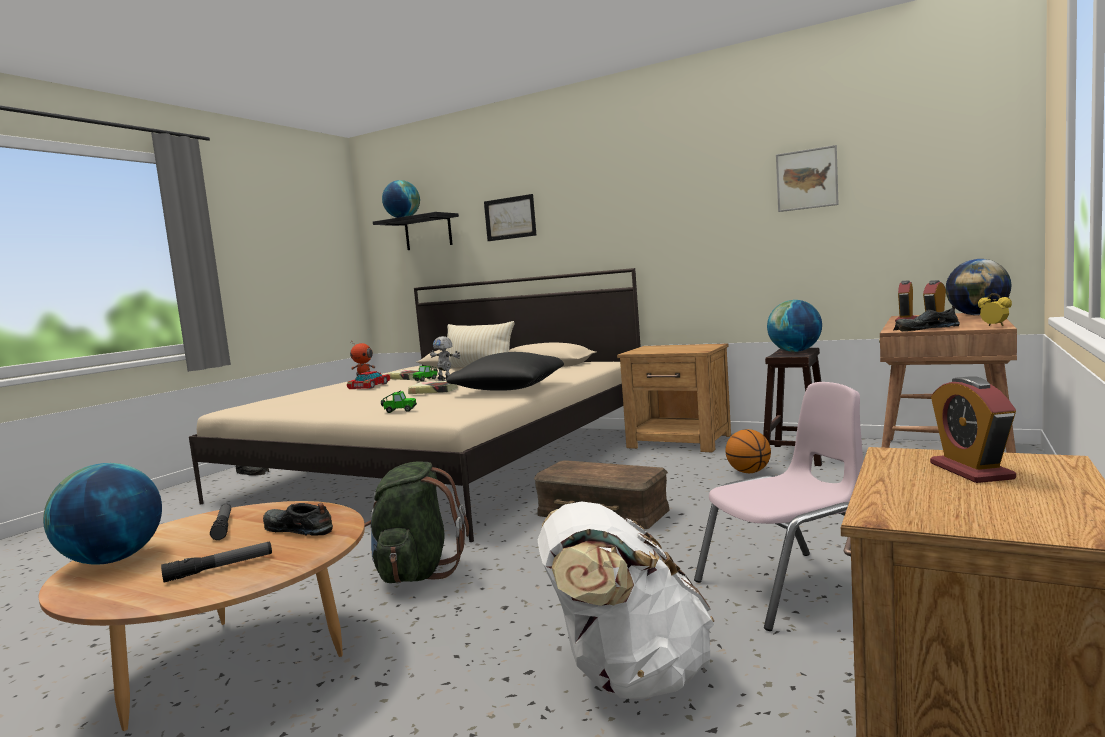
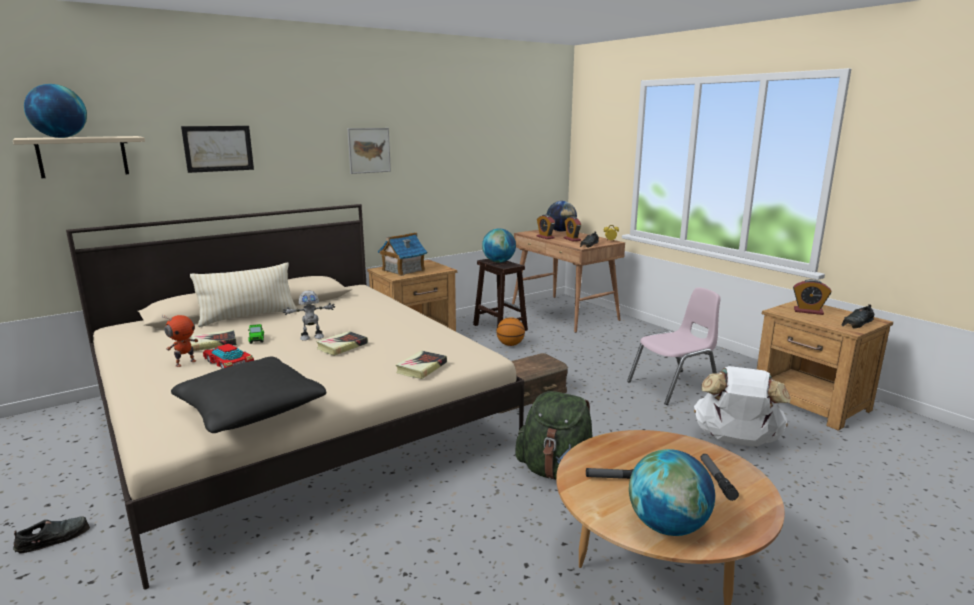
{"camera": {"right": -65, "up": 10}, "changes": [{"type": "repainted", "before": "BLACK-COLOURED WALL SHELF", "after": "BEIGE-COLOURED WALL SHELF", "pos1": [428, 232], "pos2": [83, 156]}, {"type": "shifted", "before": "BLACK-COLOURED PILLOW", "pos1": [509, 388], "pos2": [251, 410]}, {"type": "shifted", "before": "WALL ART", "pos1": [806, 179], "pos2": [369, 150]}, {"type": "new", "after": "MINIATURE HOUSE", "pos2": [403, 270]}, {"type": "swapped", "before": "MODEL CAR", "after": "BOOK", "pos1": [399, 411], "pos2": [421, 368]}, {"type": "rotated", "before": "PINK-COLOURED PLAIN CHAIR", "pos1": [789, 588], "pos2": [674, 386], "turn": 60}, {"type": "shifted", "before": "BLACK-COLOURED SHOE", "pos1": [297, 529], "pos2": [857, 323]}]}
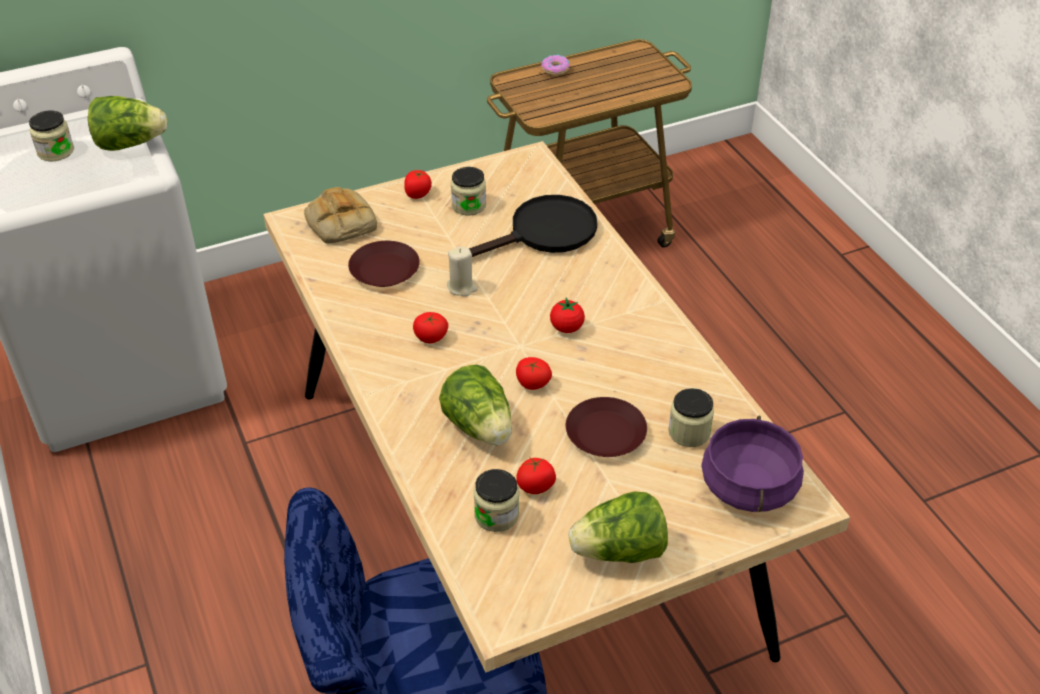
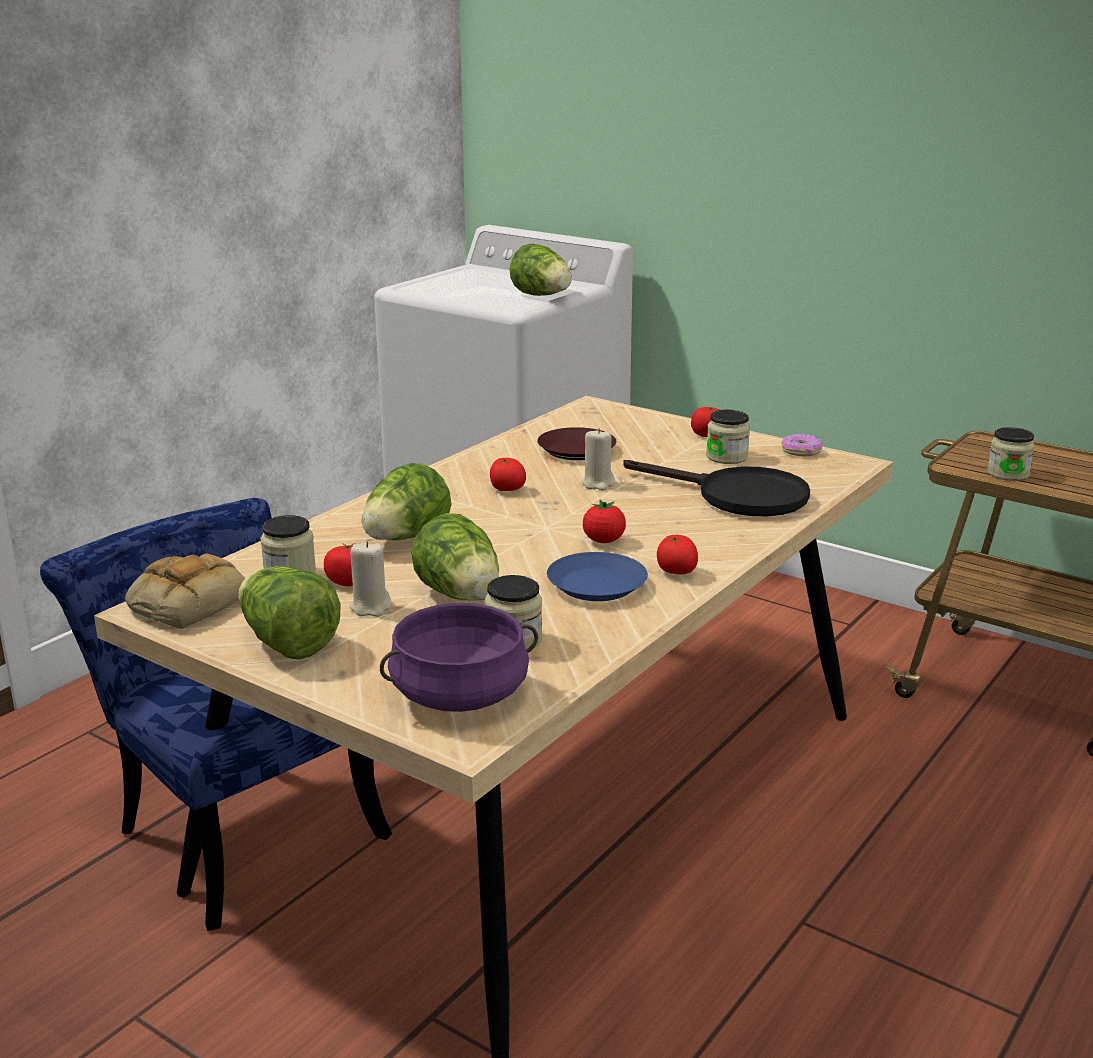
{"camera": {"right": 60, "up": -20}, "changes": [{"type": "shifted", "before": "BAKERY BREAD", "pos1": [339, 222], "pos2": [188, 602]}, {"type": "new", "after": "BEIGE-COLOURED WAX CANDLE", "pos2": [371, 607]}, {"type": "swapped", "before": "BROWN-COLOURED DINNER PLATE", "after": "LETTUCE HEAD", "pos1": [605, 433], "pos2": [461, 596]}, {"type": "new", "after": "BLUE-COLOURED DINNER PLATE", "pos2": [596, 585]}, {"type": "shifted", "before": "TOMATO", "pos1": [532, 383], "pos2": [676, 571]}, {"type": "shifted", "before": "RING DOUGHNUT", "pos1": [555, 69], "pos2": [801, 451]}, {"type": "shifted", "before": "STORAGE JAR", "pos1": [56, 151], "pos2": [1008, 474]}]}
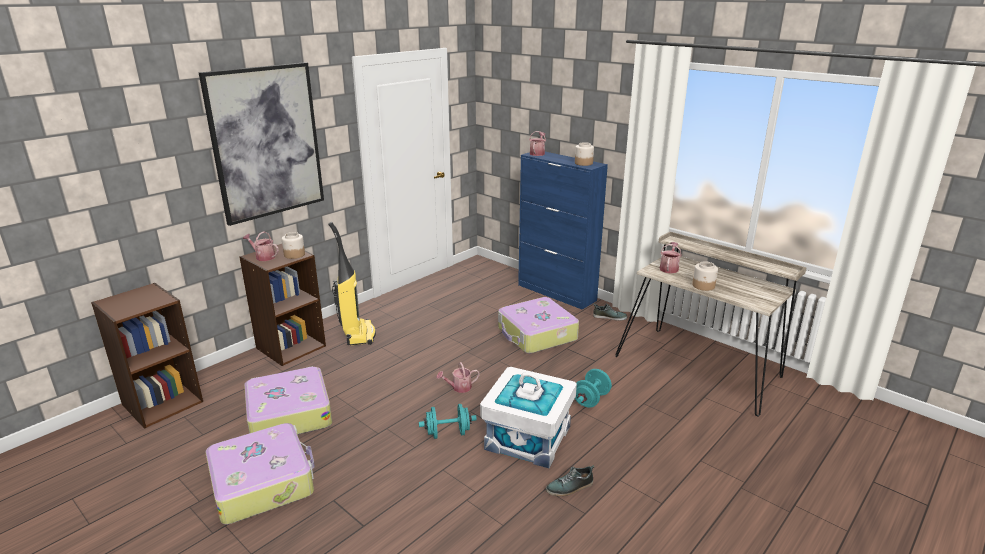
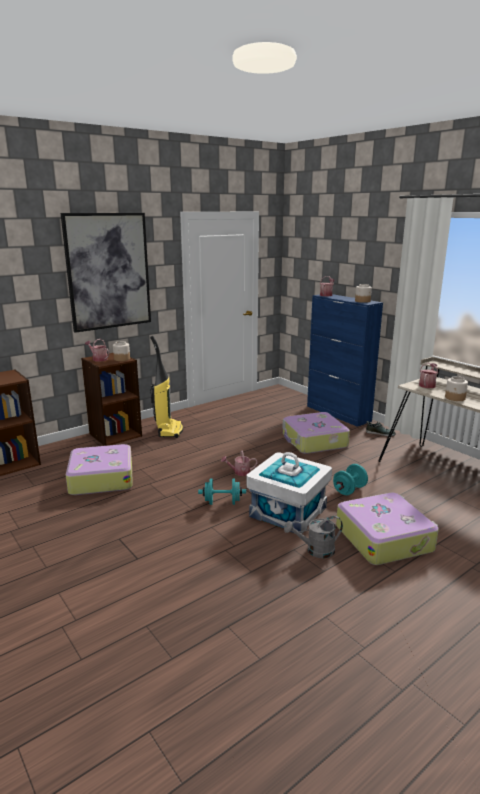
{"camera": {"right": 10, "up": -5}, "changes": [{"type": "swapped", "before": "SHOE", "after": "GRAY WATERING CAN", "pos1": [570, 487], "pos2": [315, 551]}, {"type": "shifted", "before": "SUITCASE", "pos1": [263, 482], "pos2": [384, 538]}]}
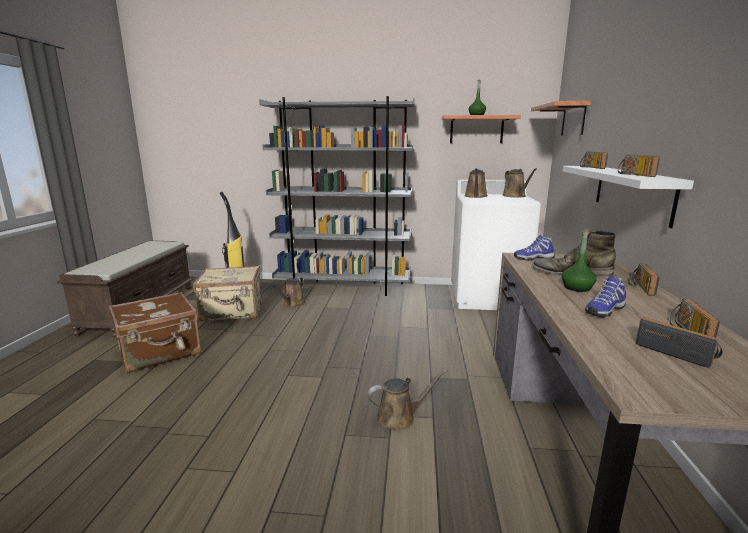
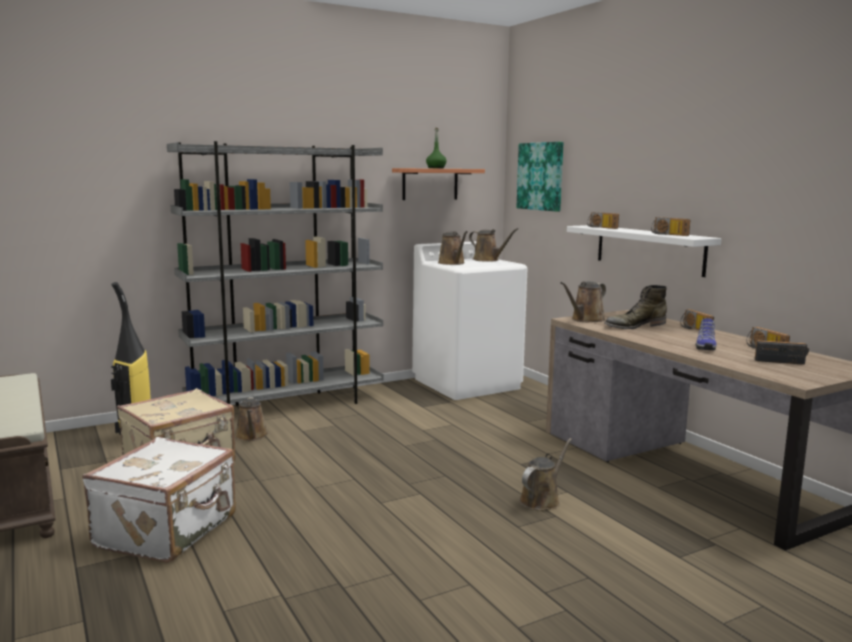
{"camera": {"right": -35, "up": -5}, "changes": [{"type": "repainted", "before": "BROWN-COLOURED SUITCASE", "after": "WHITE SUITCASE", "pos1": [160, 353], "pos2": [169, 531]}, {"type": "swapped", "before": "WALL SHELF", "after": "WALL ART", "pos1": [573, 119], "pos2": [541, 176]}, {"type": "swapped", "before": "SHOE", "after": "BROWN-COLOURED WATERING CAN", "pos1": [533, 258], "pos2": [586, 320]}, {"type": "gone", "before": "GREENISH BOTTLE", "pos1": [577, 288]}]}
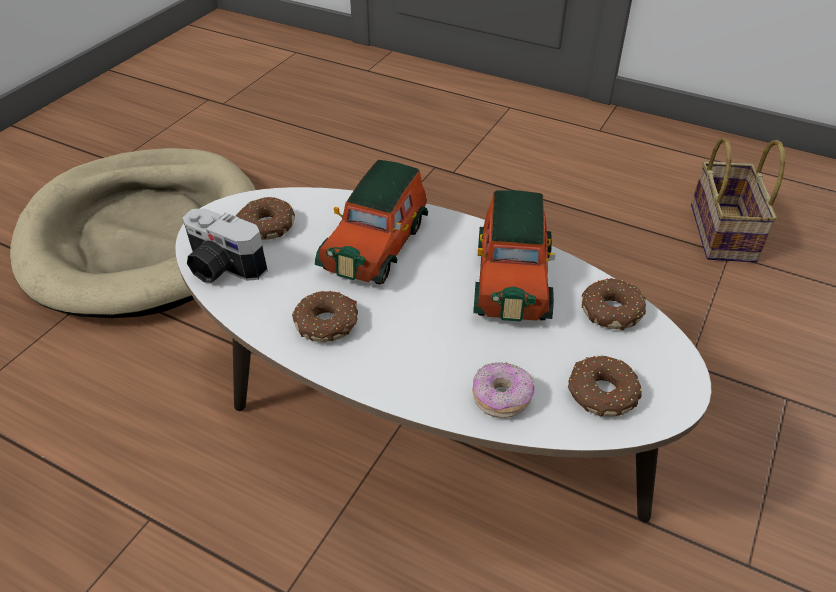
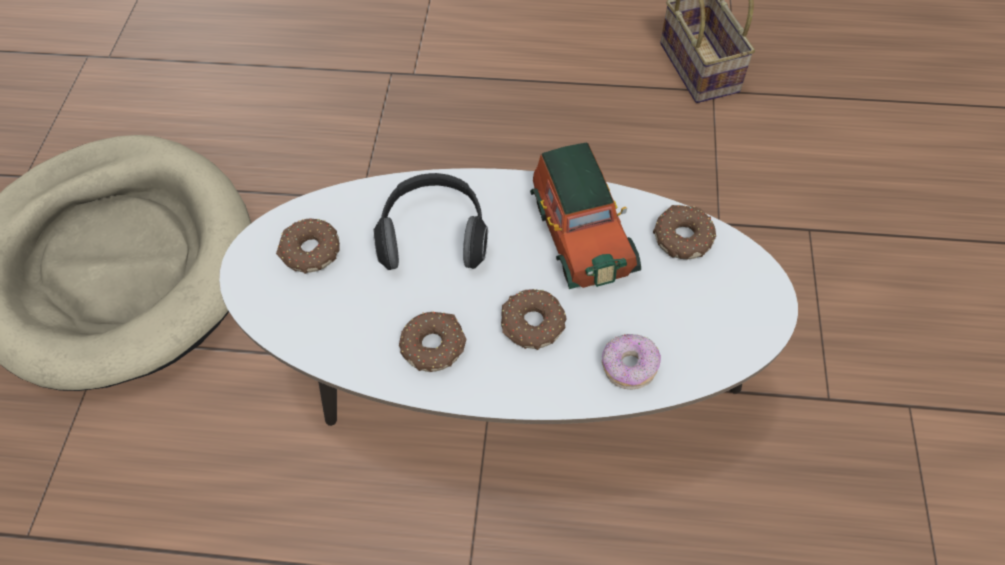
{"camera": {"right": -20, "up": 15}, "changes": [{"type": "swapped", "before": "MODEL CAR", "after": "HEADSET", "pos1": [377, 244], "pos2": [434, 235]}, {"type": "shifted", "before": "RING DOUGHNUT", "pos1": [600, 393], "pos2": [531, 324]}, {"type": "gone", "before": "STILL CAMERA", "pos1": [221, 268]}]}
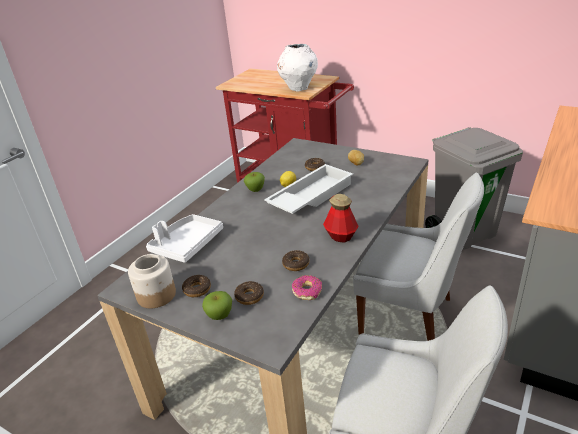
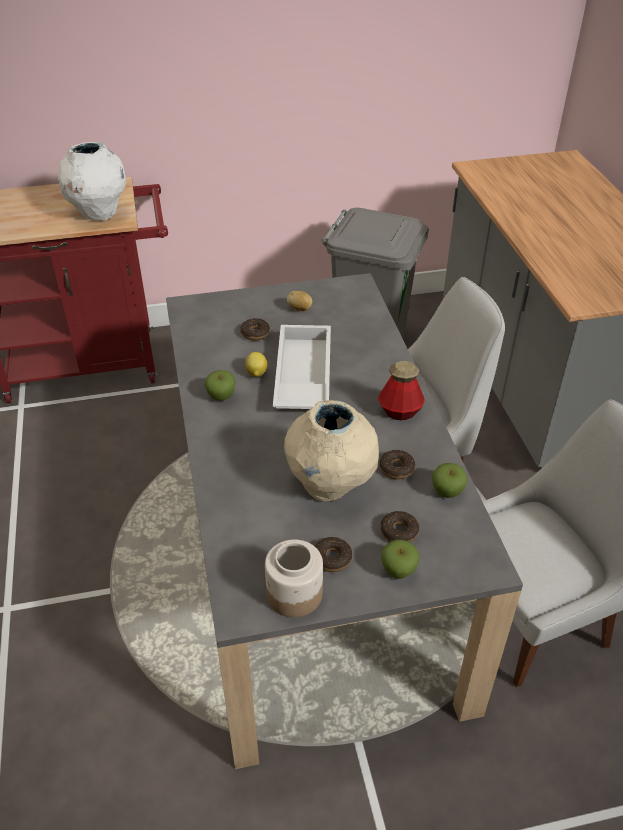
{"camera": {"right": -45, "up": 10}, "changes": [{"type": "new", "after": "BEIGE-COLOURED DECORATIVE VASE", "pos2": [330, 486]}, {"type": "swapped", "before": "RING DOUGHNUT", "after": "WHOLE APPLE", "pos1": [307, 291], "pos2": [447, 492]}, {"type": "gone", "before": "WHITE TRAY", "pos1": [187, 245]}]}
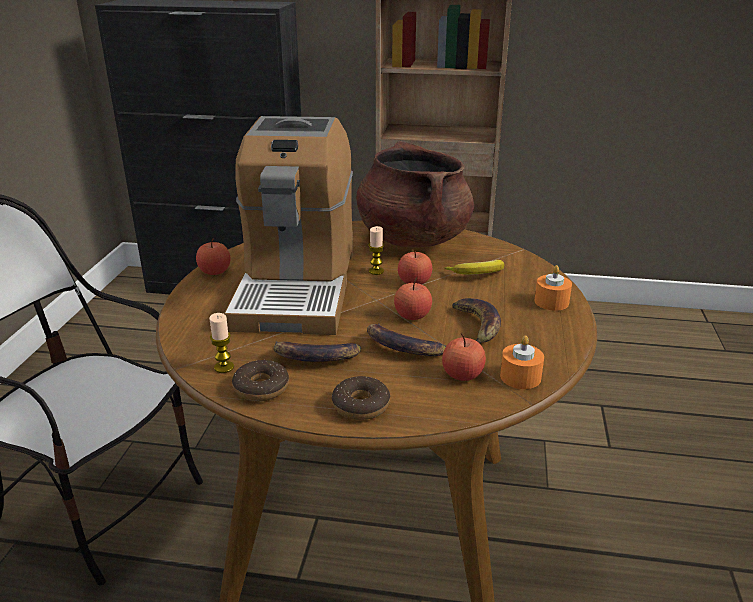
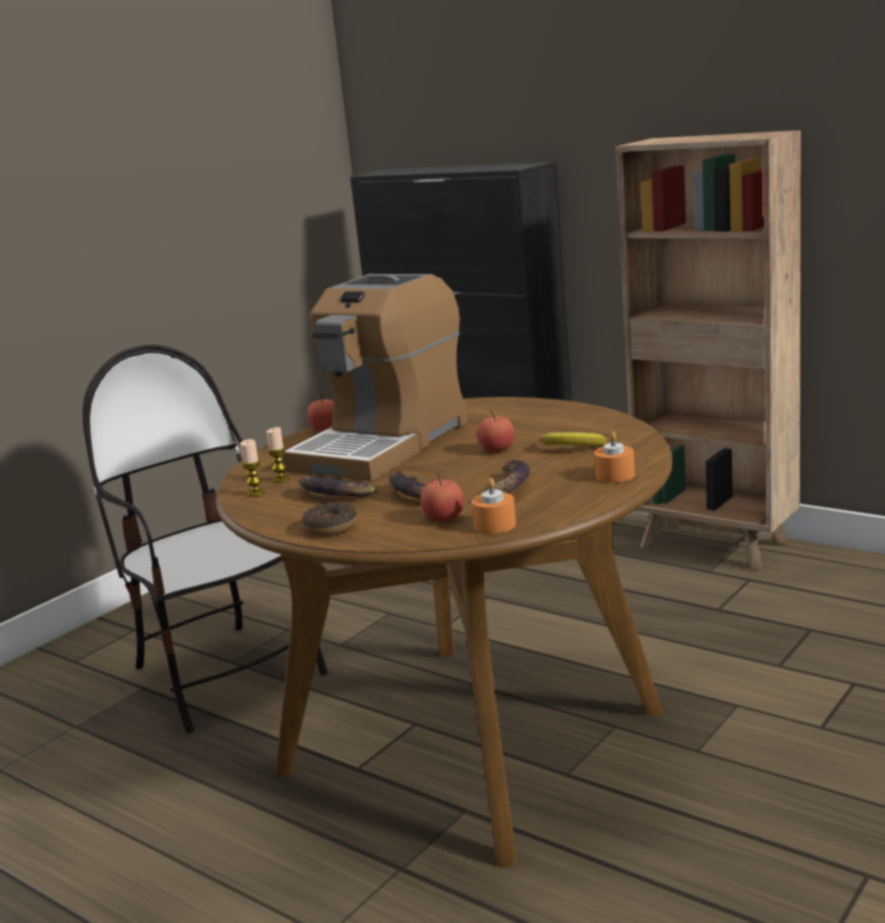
{"camera": {"right": 30, "up": -10}, "changes": [{"type": "shifted", "before": "WAX CANDLE", "pos1": [376, 271], "pos2": [281, 479]}, {"type": "gone", "before": "RING DOUGHNUT", "pos1": [261, 388]}, {"type": "gone", "before": "BROWN-COLOURED STOCKPOT", "pos1": [413, 239]}, {"type": "gone", "before": "WHOLE APPLE", "pos1": [412, 316]}]}
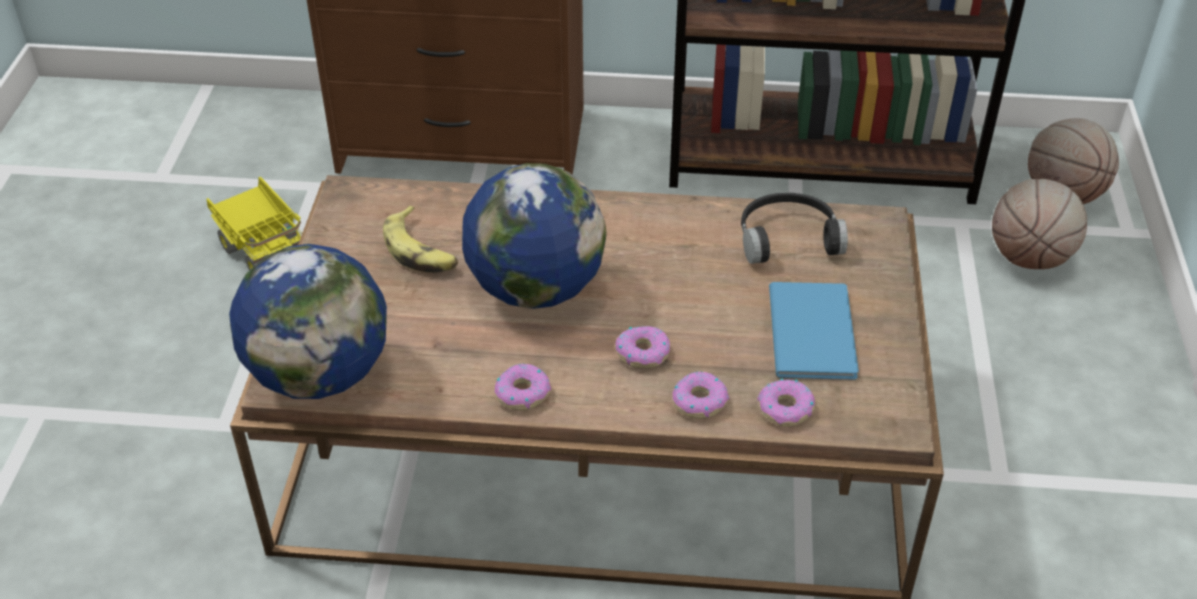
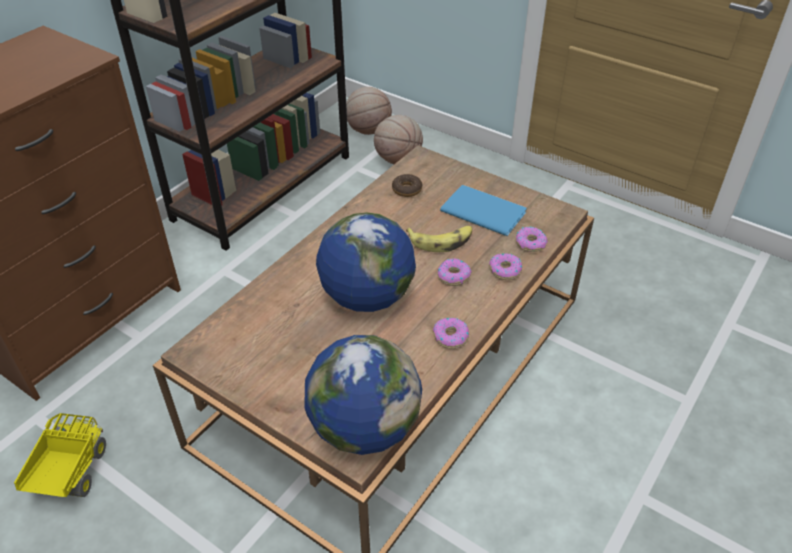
{"camera": {"right": -60, "up": 0}, "changes": [{"type": "rotated", "before": "TOY TRUCK", "pos1": [264, 249], "pos2": [70, 474], "turn": -75}, {"type": "swapped", "before": "BLACK-COLOURED HEADSET", "after": "RING DOUGHNUT", "pos1": [787, 237], "pos2": [407, 189]}, {"type": "shifted", "before": "WHOLE BANANA", "pos1": [421, 251], "pos2": [441, 241]}]}
